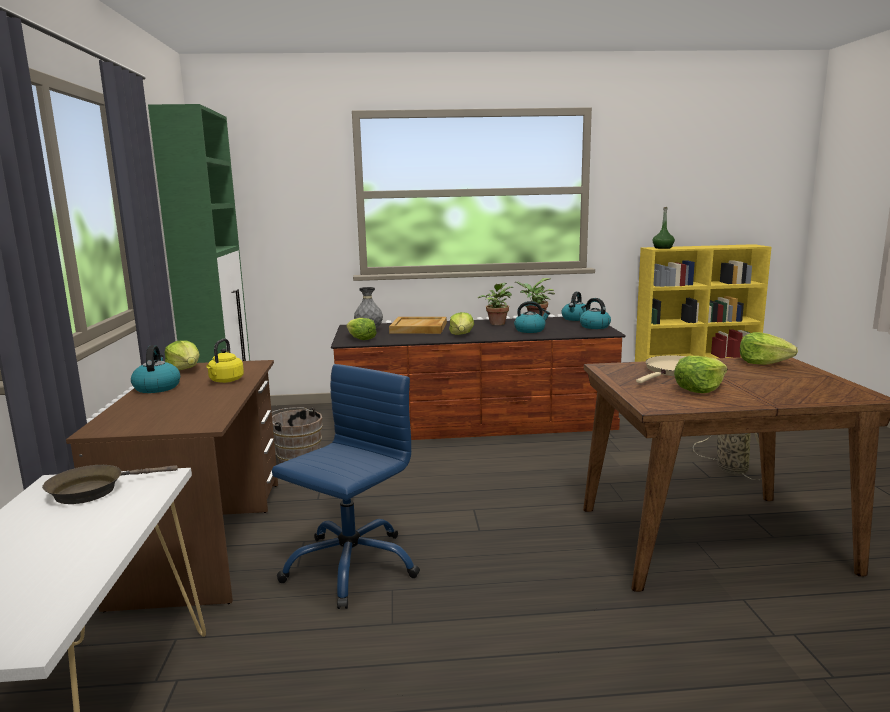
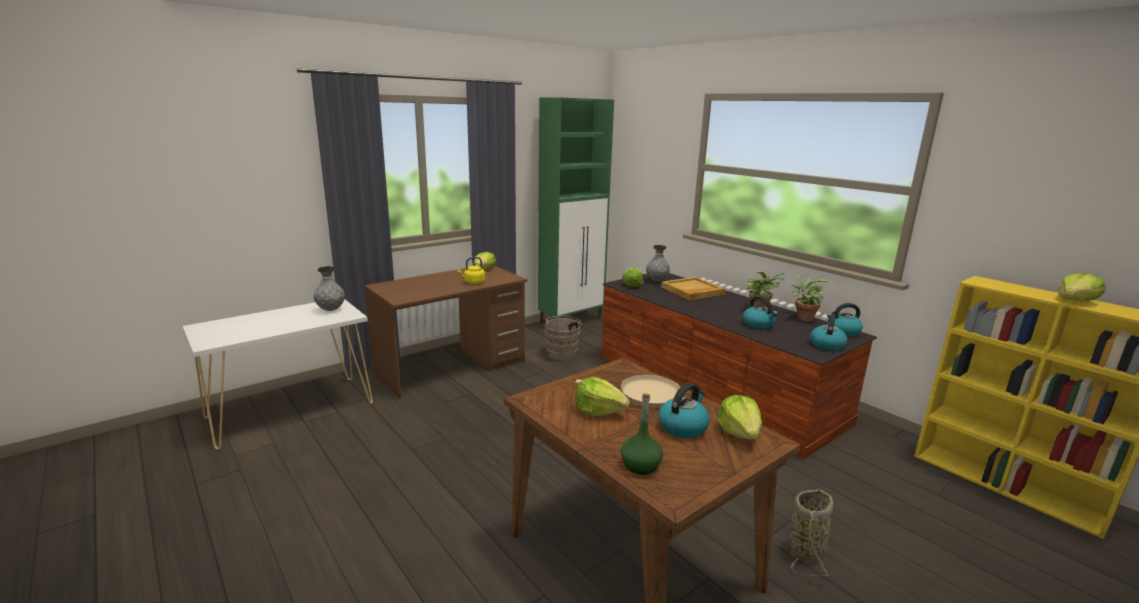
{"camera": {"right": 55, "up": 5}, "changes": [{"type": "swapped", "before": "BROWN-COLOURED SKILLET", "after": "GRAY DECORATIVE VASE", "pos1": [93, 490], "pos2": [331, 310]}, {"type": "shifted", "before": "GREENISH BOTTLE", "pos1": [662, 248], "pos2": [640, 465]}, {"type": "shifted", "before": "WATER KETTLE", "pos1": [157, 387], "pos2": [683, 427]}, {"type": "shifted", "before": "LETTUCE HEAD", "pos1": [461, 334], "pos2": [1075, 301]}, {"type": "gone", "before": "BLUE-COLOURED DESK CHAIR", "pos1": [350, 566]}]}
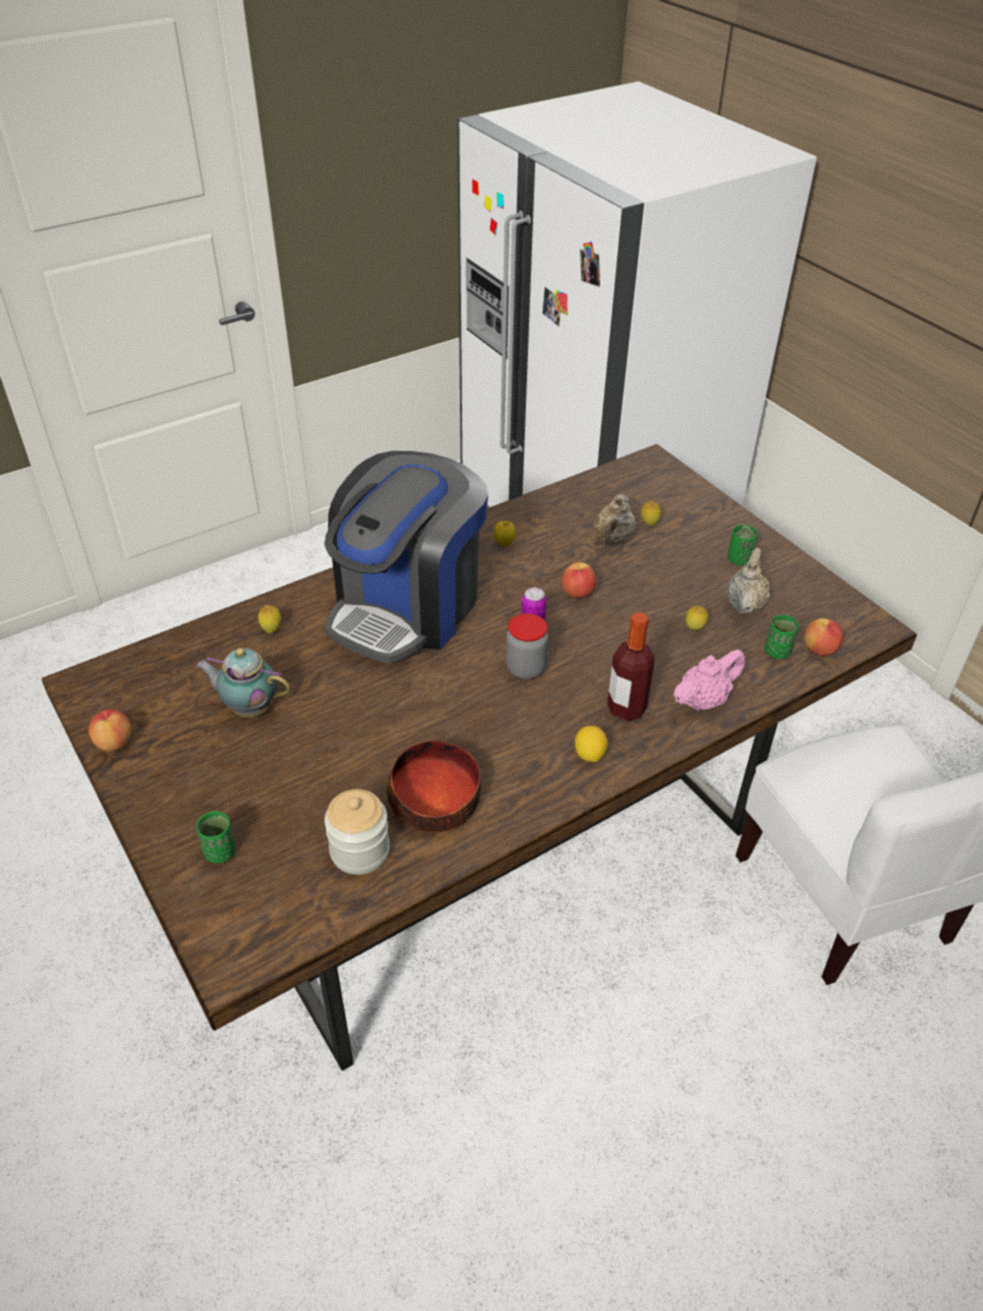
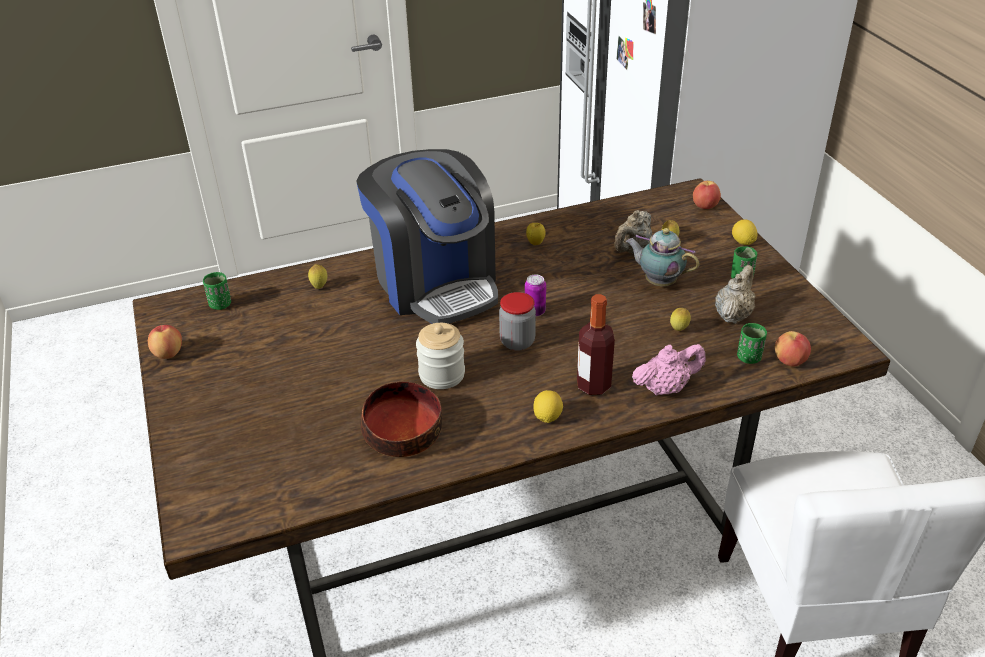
{"camera": {"right": 15, "up": -5}, "changes": [{"type": "shifted", "before": "GREENISH SMALL CUP", "pos1": [220, 852], "pos2": [220, 304]}, {"type": "rotated", "before": "COFFEE BREWER", "pos1": [407, 607], "pos2": [435, 282], "turn": -75}, {"type": "shifted", "before": "STORAGE JAR", "pos1": [360, 851], "pos2": [442, 374]}, {"type": "shifted", "before": "TEAPOT", "pos1": [249, 708], "pos2": [658, 282]}, {"type": "shifted", "before": "WHOLE APPLE", "pos1": [577, 593], "pos2": [705, 206]}, {"type": "new", "after": "LEMON", "pos2": [743, 242]}]}
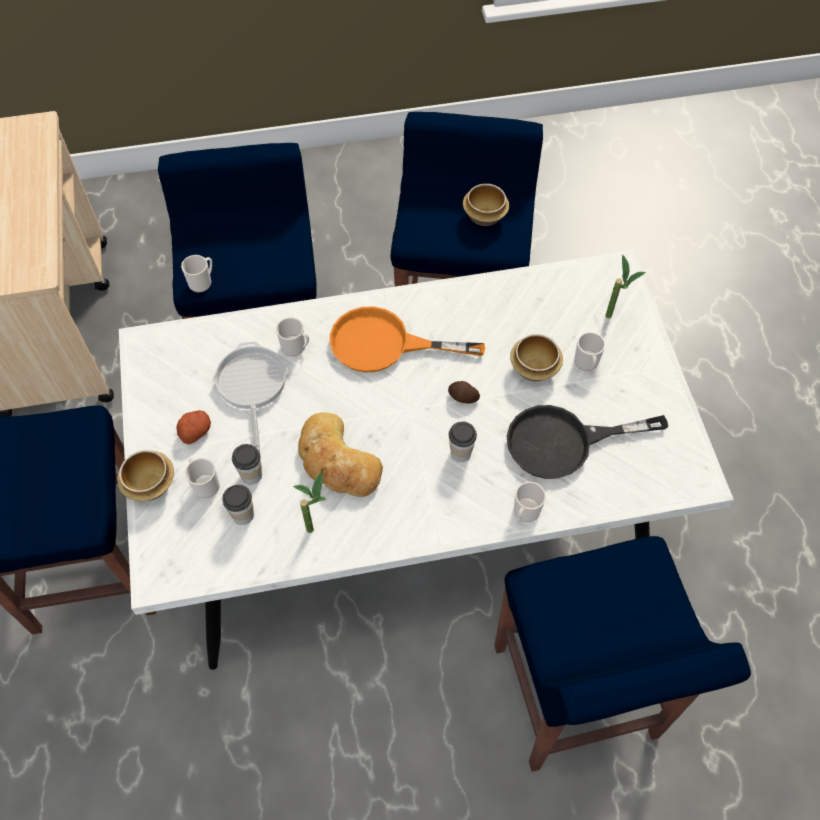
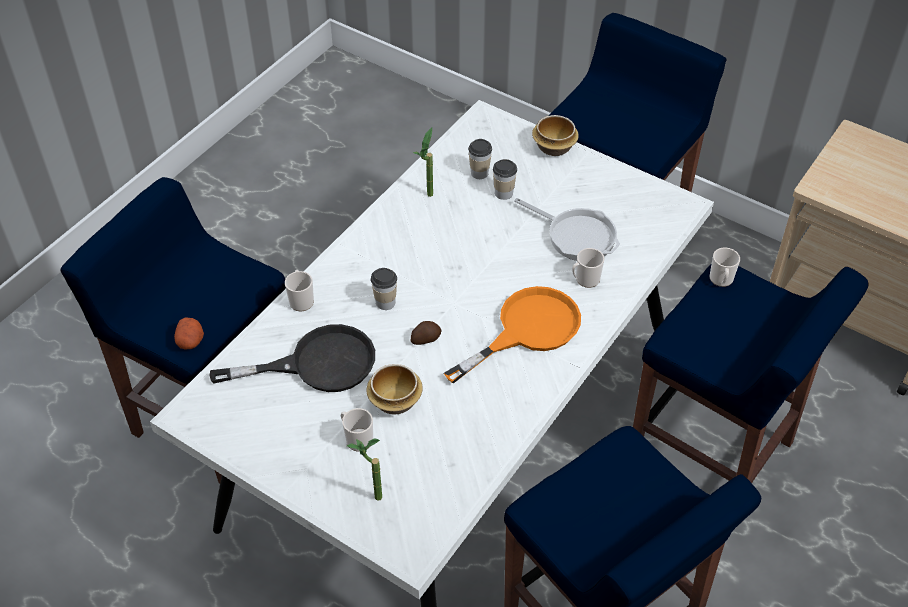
{"camera": {"right": 135, "up": -10}, "changes": [{"type": "shifted", "before": "POTATO", "pos1": [195, 431], "pos2": [190, 341]}, {"type": "rotated", "before": "BLACK-COLOURED SKILLET", "pos1": [564, 442], "pos2": [317, 364], "turn": 45}, {"type": "gone", "before": "COFFEE MUG", "pos1": [204, 484]}, {"type": "gone", "before": "BAKERY BREAD", "pos1": [337, 461]}, {"type": "gone", "before": "SERVING BOWL", "pos1": [484, 215]}]}
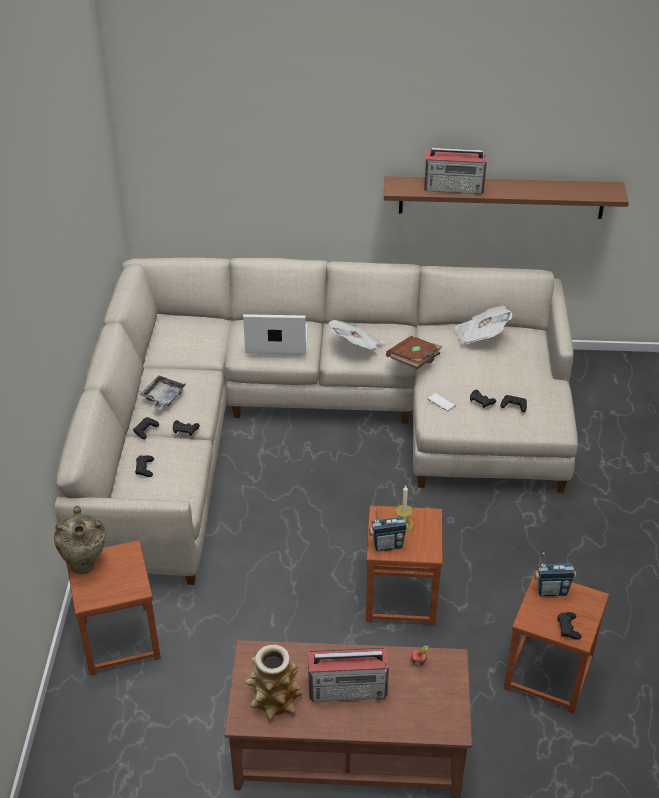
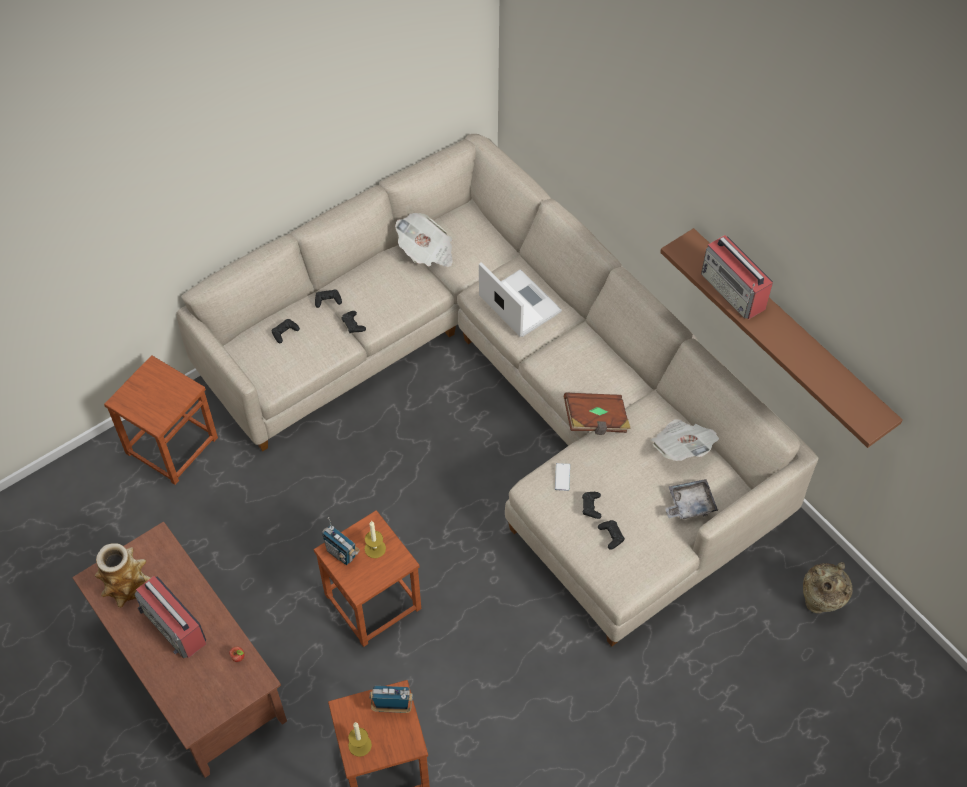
{"camera": {"right": 50, "up": 15}, "changes": [{"type": "swapped", "before": "BLACK-COLOURED GAME CONTROLLER", "after": "WAX CANDLE", "pos1": [568, 628], "pos2": [360, 745]}, {"type": "rotated", "before": "RADIO RECEIVER", "pos1": [551, 591], "pos2": [392, 707], "turn": 135}, {"type": "shifted", "before": "PRINTED PAPER", "pos1": [357, 346], "pos2": [426, 252]}, {"type": "shifted", "before": "GRAY TRAY", "pos1": [163, 397], "pos2": [689, 504]}, {"type": "shifted", "before": "BEIGE-COLOURED DECORATIVE VASE", "pos1": [85, 563], "pos2": [819, 603]}]}
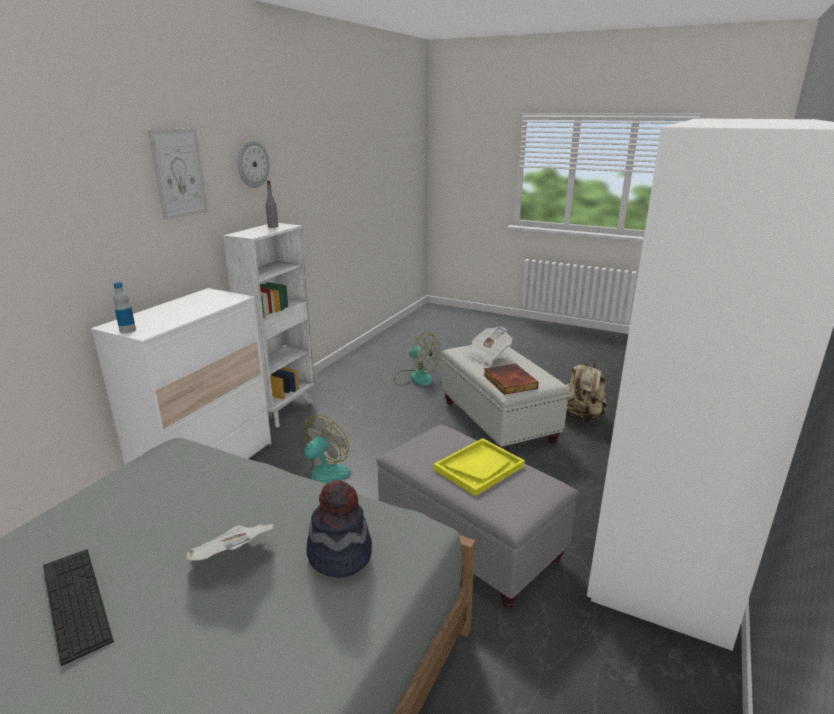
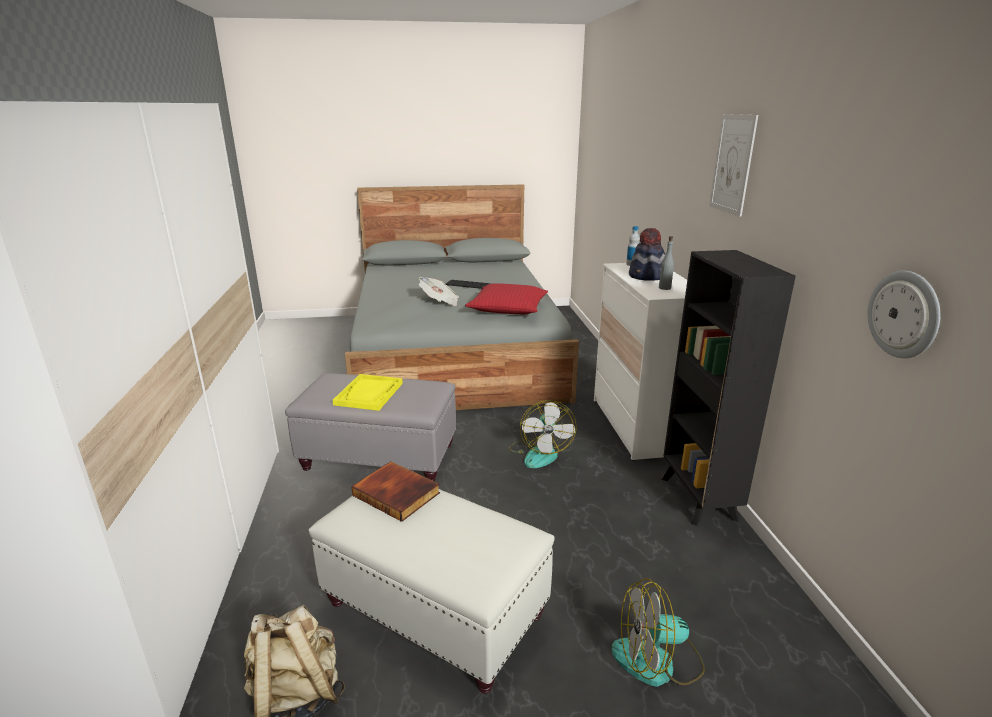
{"camera": {"right": 145, "up": 0}, "changes": [{"type": "new", "after": "RED-COLOURED PILLOW", "pos2": [508, 309]}, {"type": "shifted", "before": "HAT", "pos1": [340, 554], "pos2": [647, 277]}, {"type": "shifted", "before": "GRAY BOTTLE", "pos1": [273, 226], "pos2": [664, 288]}, {"type": "repainted", "before": "WHITE BOOKCASE", "after": "BLACK-COLOURED BOOKCASE", "pos1": [284, 410], "pos2": [698, 499]}, {"type": "shifted", "before": "WALL CLOCK", "pos1": [252, 164], "pos2": [904, 314]}, {"type": "gone", "before": "PRINTED PAPER", "pos1": [487, 356]}]}
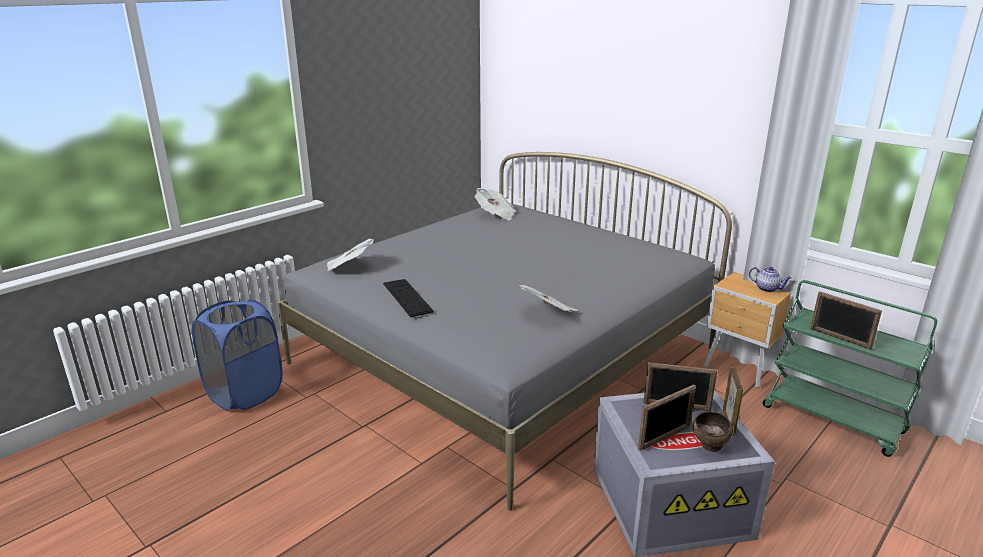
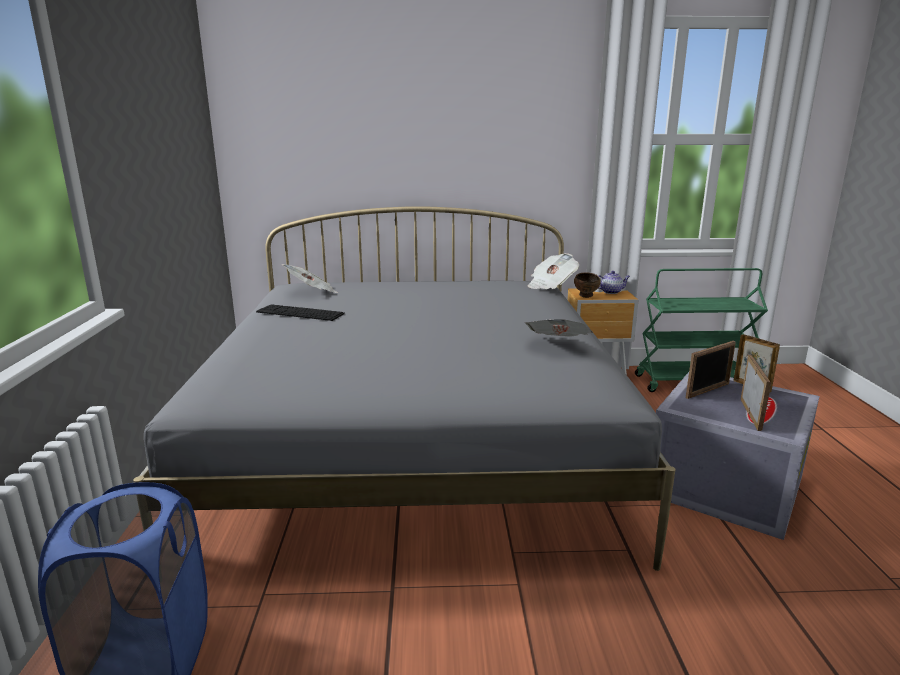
{"camera": {"right": -45, "up": -5}, "changes": [{"type": "shifted", "before": "KEYBOARD", "pos1": [407, 297], "pos2": [300, 313]}, {"type": "shifted", "before": "PRINTED PAPER", "pos1": [349, 267], "pos2": [551, 285]}, {"type": "shifted", "before": "BROWN-COLOURED SERVING BOWL", "pos1": [710, 447], "pos2": [586, 296]}, {"type": "gone", "before": "STANDING FRAME", "pos1": [840, 338]}]}
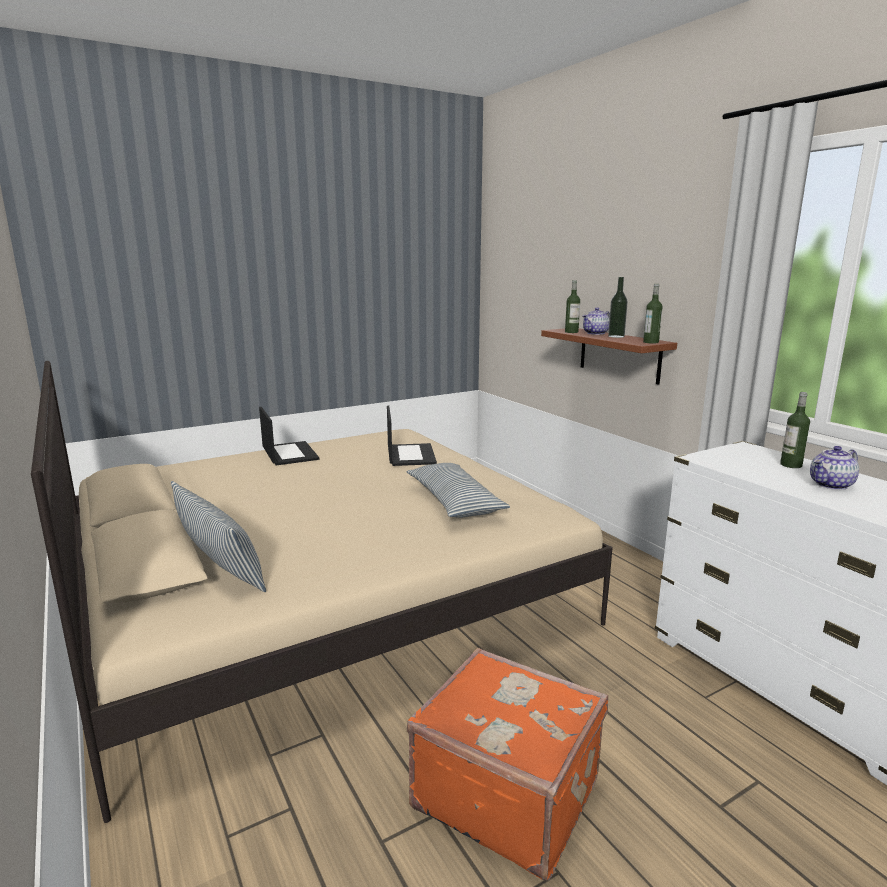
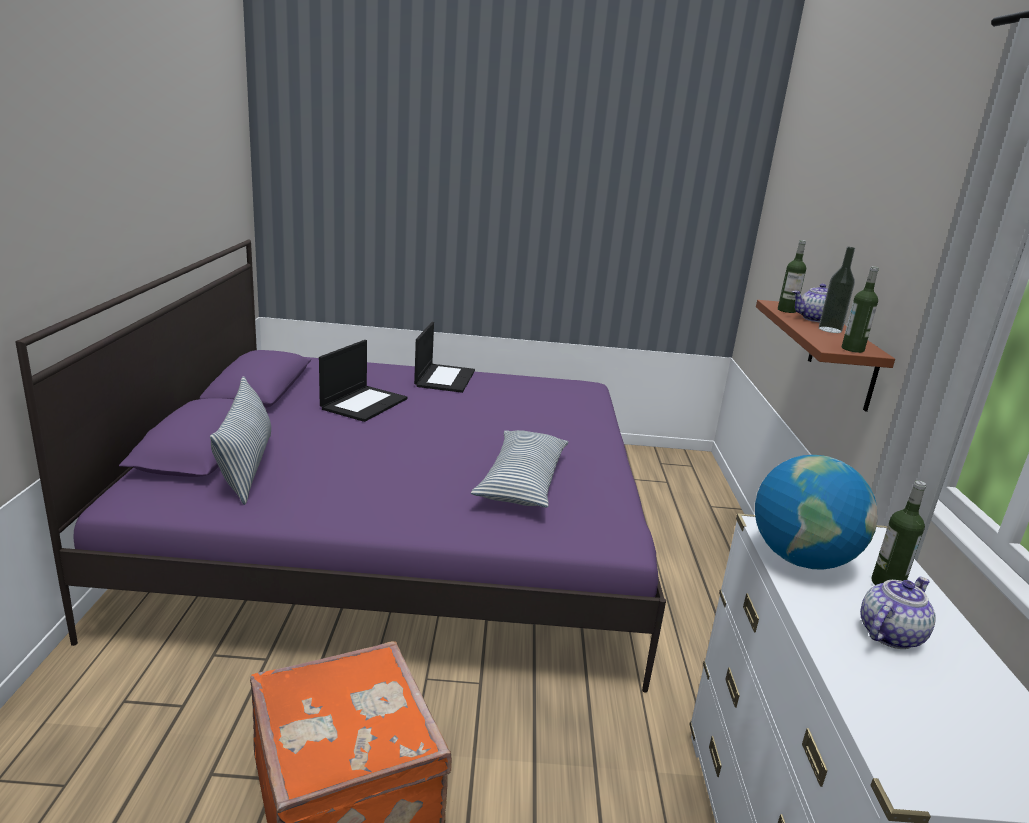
{"camera": {"right": 30, "up": 5}, "changes": [{"type": "repainted", "before": "BEIGE-COLOURED BEDROOM BED", "after": "PURPLISH BEDROOM BED", "pos1": [320, 591], "pos2": [403, 528]}, {"type": "shifted", "before": "NOTEBOOK COMPUTER", "pos1": [410, 455], "pos2": [364, 403]}, {"type": "new", "after": "GLOBE", "pos2": [801, 559]}, {"type": "rotated", "before": "TEAPOT", "pos1": [831, 485], "pos2": [889, 634], "turn": 135}]}
